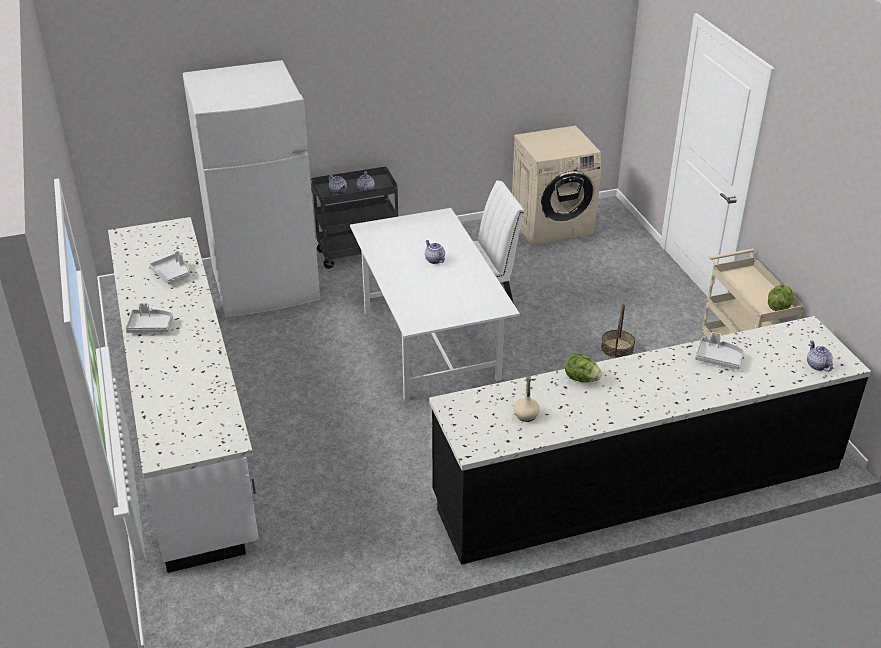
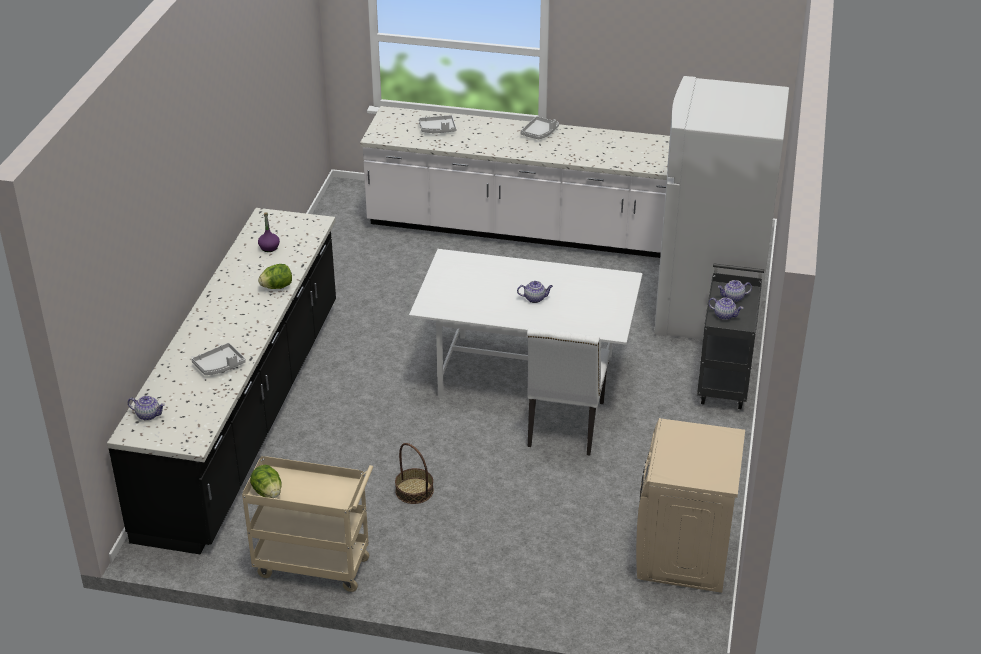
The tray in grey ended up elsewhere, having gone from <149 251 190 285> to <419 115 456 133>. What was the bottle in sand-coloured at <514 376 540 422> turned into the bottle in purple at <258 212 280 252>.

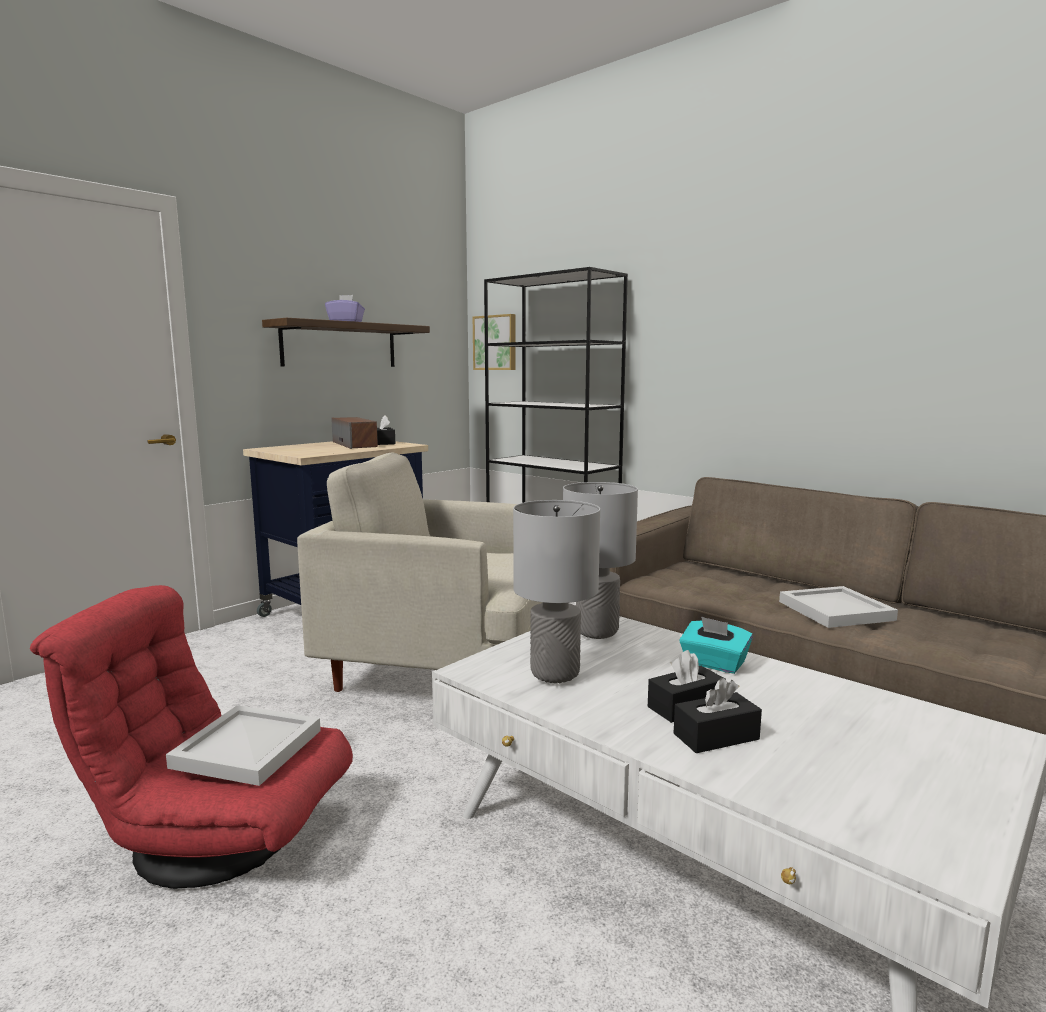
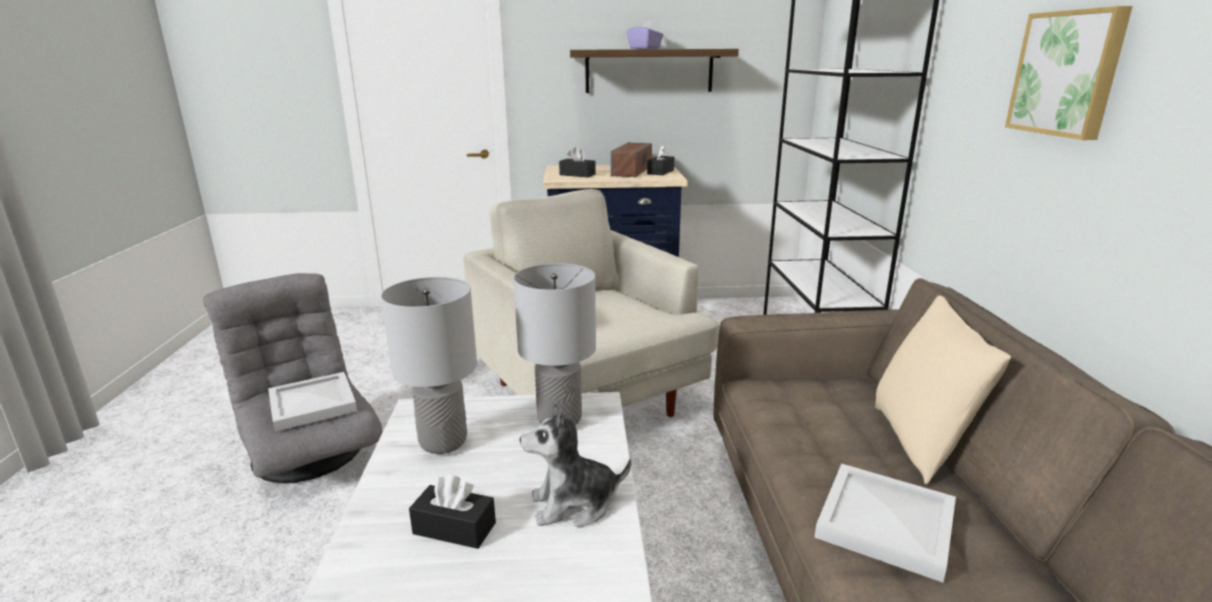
The picture ended up elsewhere, having gone from <473 314 516 370> to <1005 6 1133 140>. What was the lounge chair in red at <30 585 353 889> turned into the lounge chair in grey at <203 273 383 483>. Where the box of tissues in turquoise stood at <679 616 753 674>, the soft toy came to stand at <520 403 631 528>. The box of tissues in blackish ended up elsewhere, having gone from <674 678 762 753> to <559 147 596 177>. The second view gained the throw pillow in sand-coloured at <875 295 1011 484>.

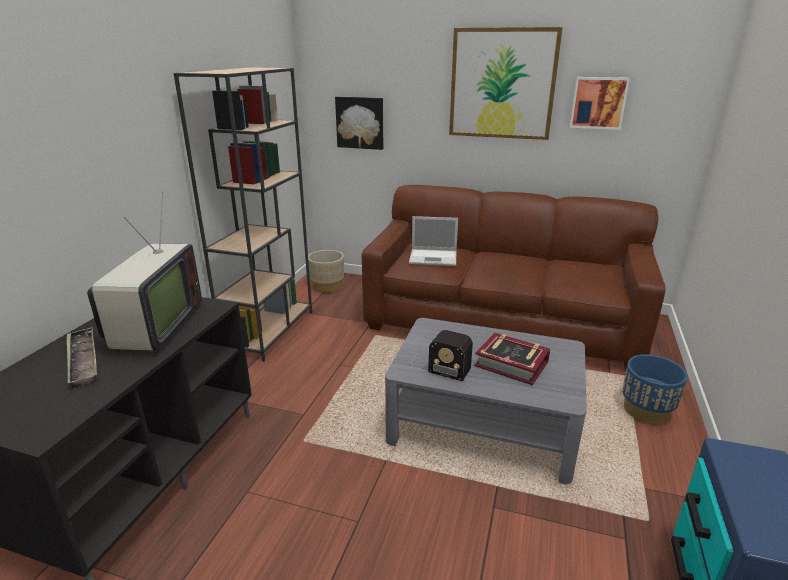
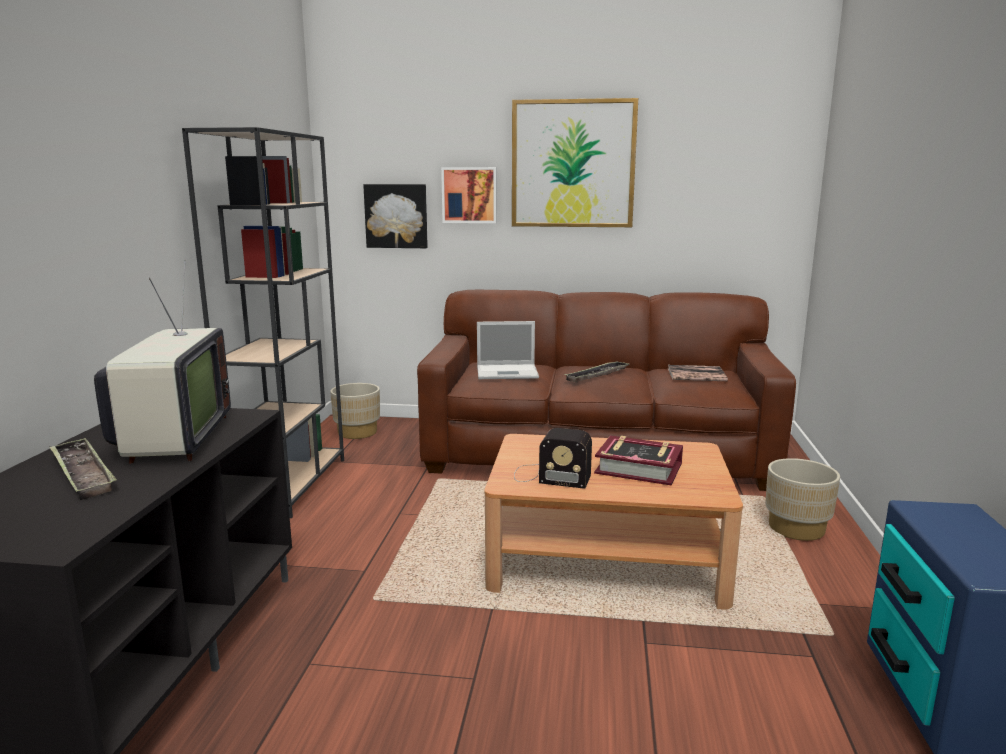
The picture ended up elsewhere, having gone from <570 77 630 130> to <441 167 497 223>. What was the coffee table in grey at <385 318 587 484> turned into the coffee table in brown at <484 434 743 610>. What was the plant pot in bluish at <623 354 688 424> turned into the plant pot in sand-coloured at <766 458 840 541>. The second view gained the tray at <564 362 629 382>. The second view gained the volume at <668 365 728 381>.

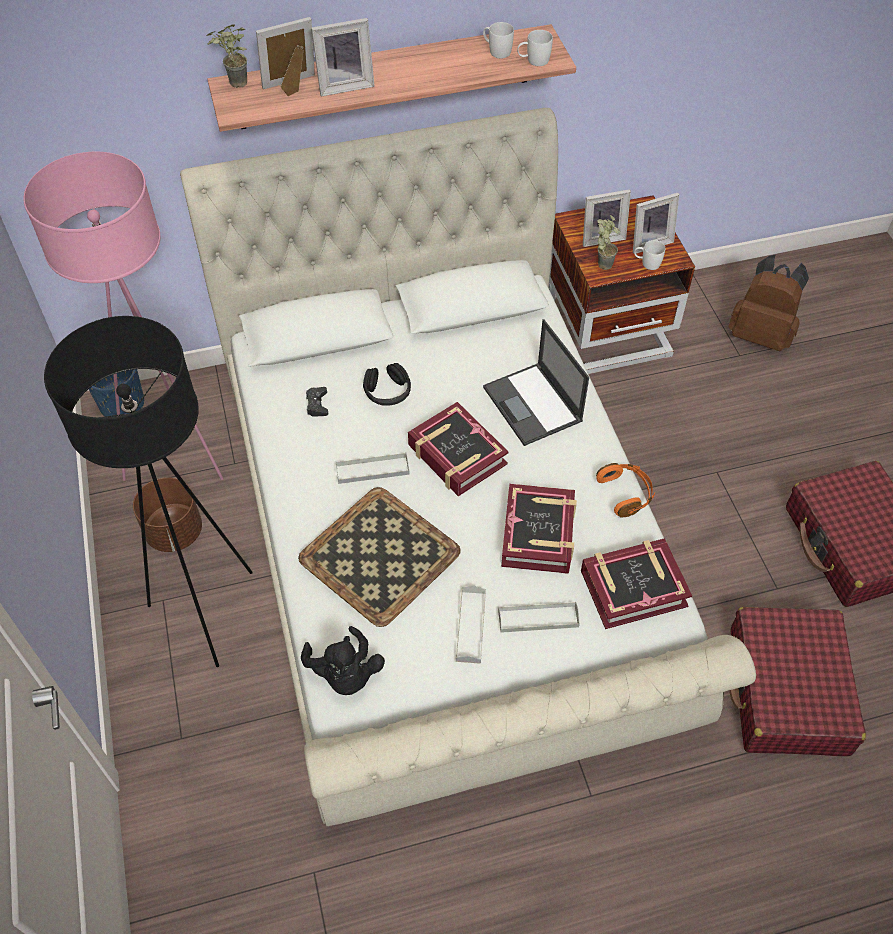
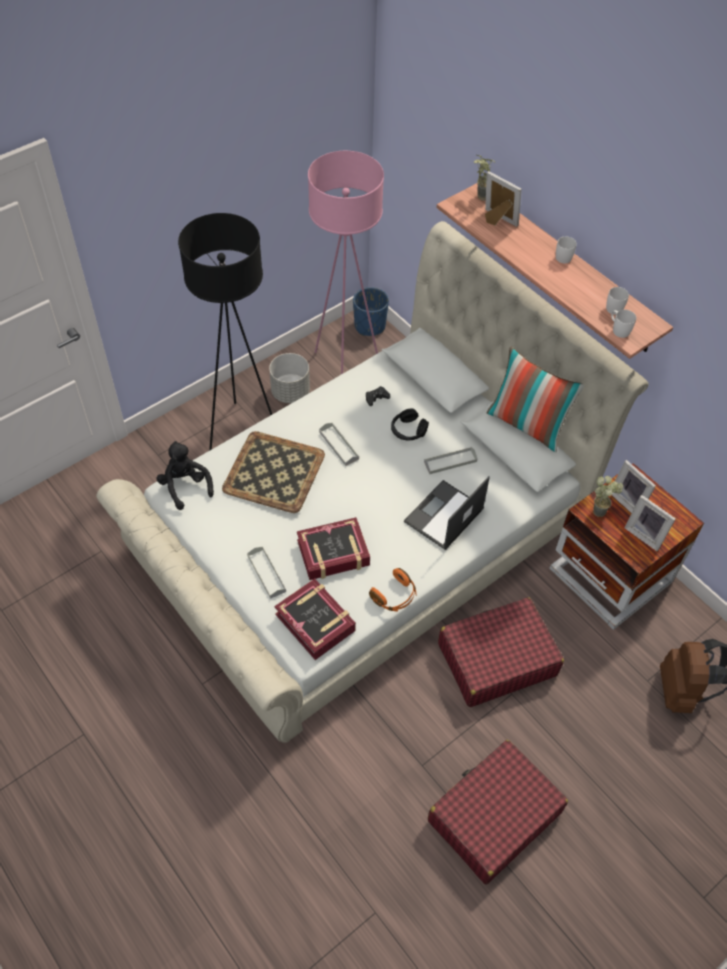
The second view lost the standing frame at <311 18 375 97>. The mug in white-coloured ended up elsewhere, having gone from <634 240 665 270> to <556 237 577 263>. The second view lost the volume at <408 402 508 496>. What was the plant pot in brown at <133 477 202 552> turned into the plant pot in grey at <269 353 310 403>. The tray in grey ended up elsewhere, having gone from <456 586 486 664> to <424 447 478 474>. The travel case in red ended up elsewhere, having gone from <729 607 866 756> to <438 597 564 707>. The soft toy in blackish at <301 626 385 695> ended up facing another way, 105 degrees clockwise from before. The second view gained the throw pillow at <487 347 584 452>.

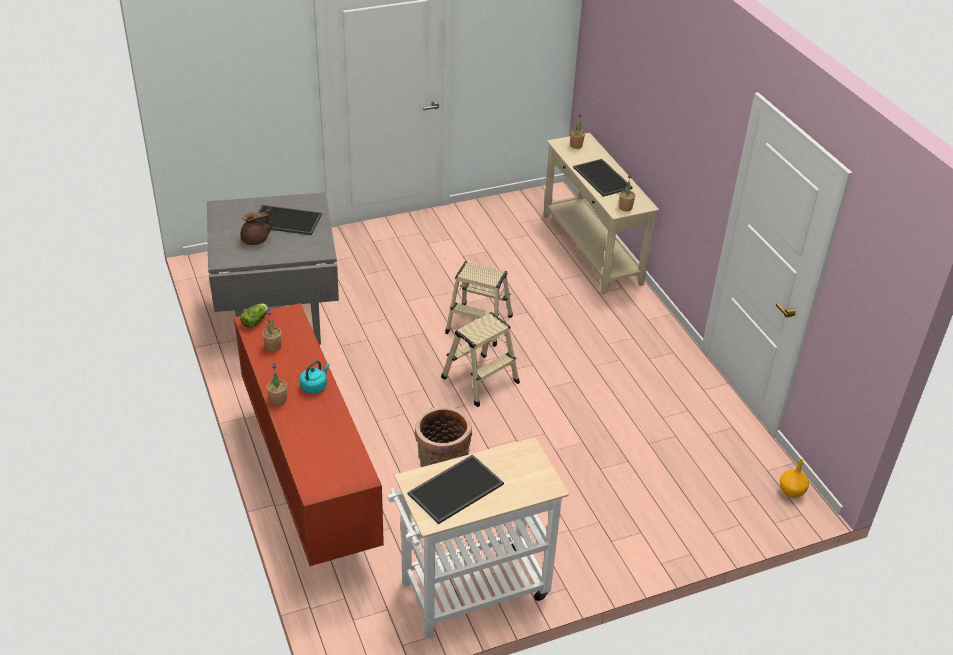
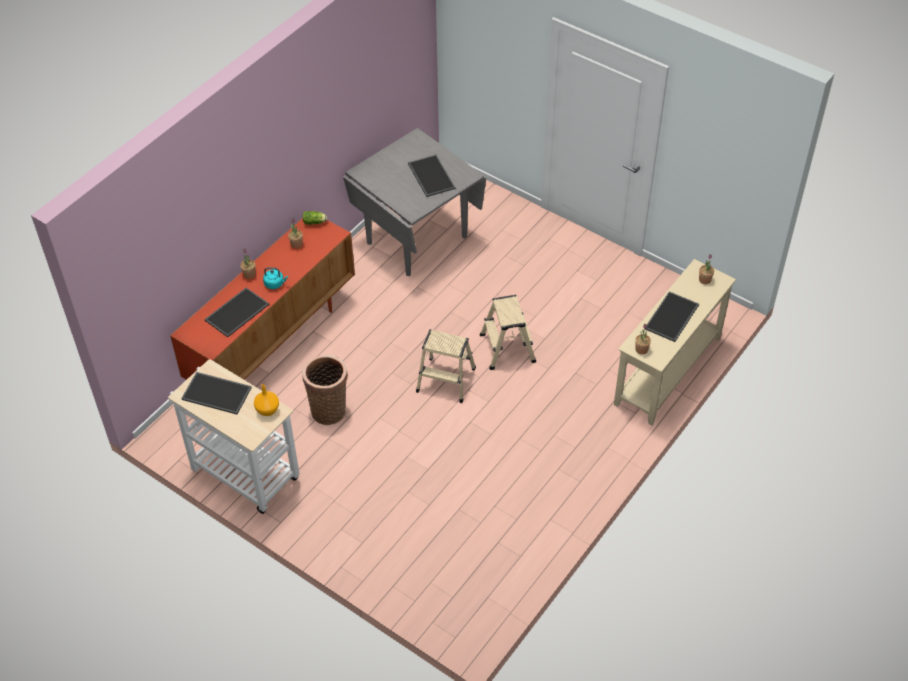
The second view lost the pot for tea in brown at <240 206 273 245>. The flower vase in orange-coloured ended up elsewhere, having gone from <780 459 809 498> to <254 384 279 416>. The second view gained the tray at <204 288 269 337>.

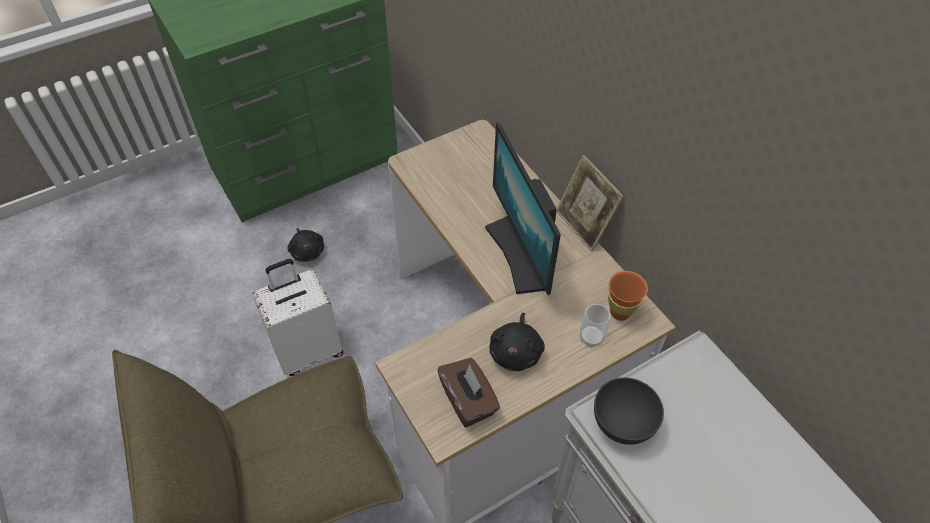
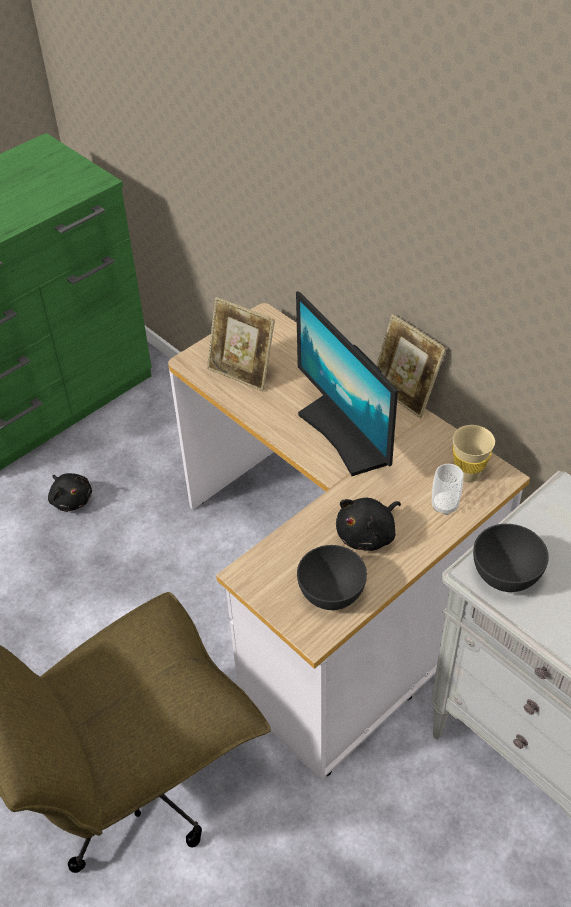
The second view lost the travel case in white-coloured at <253 259 343 376>. What was the cup in orange-coloured at <608 271 648 321> turned into the cup in sand-coloured at <452 425 495 482>. The soft toy in blackish at <489 313 545 371> ended up facing another way, 45 degrees clockwise from before. Where the box of tissues in brown stood at <437 358 500 427>, the bowl in grey came to stand at <297 545 367 610>. The second view gained the standing frame at <207 297 275 391>.

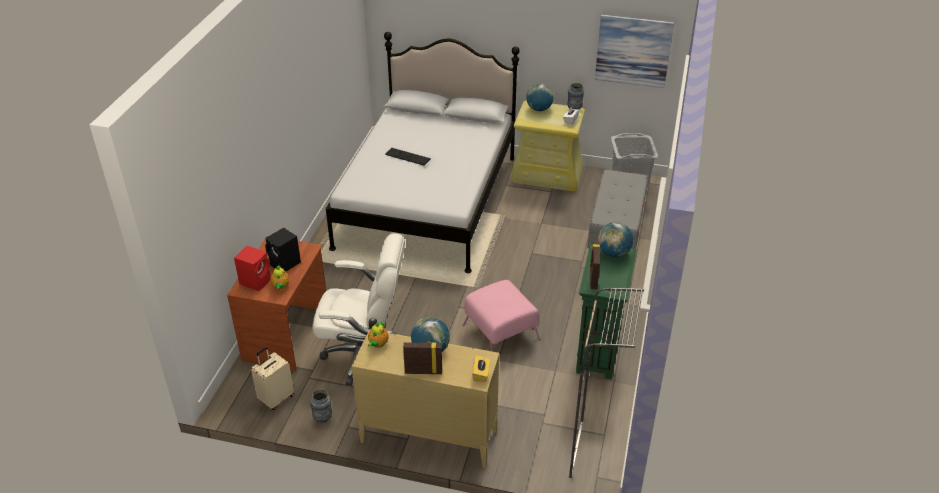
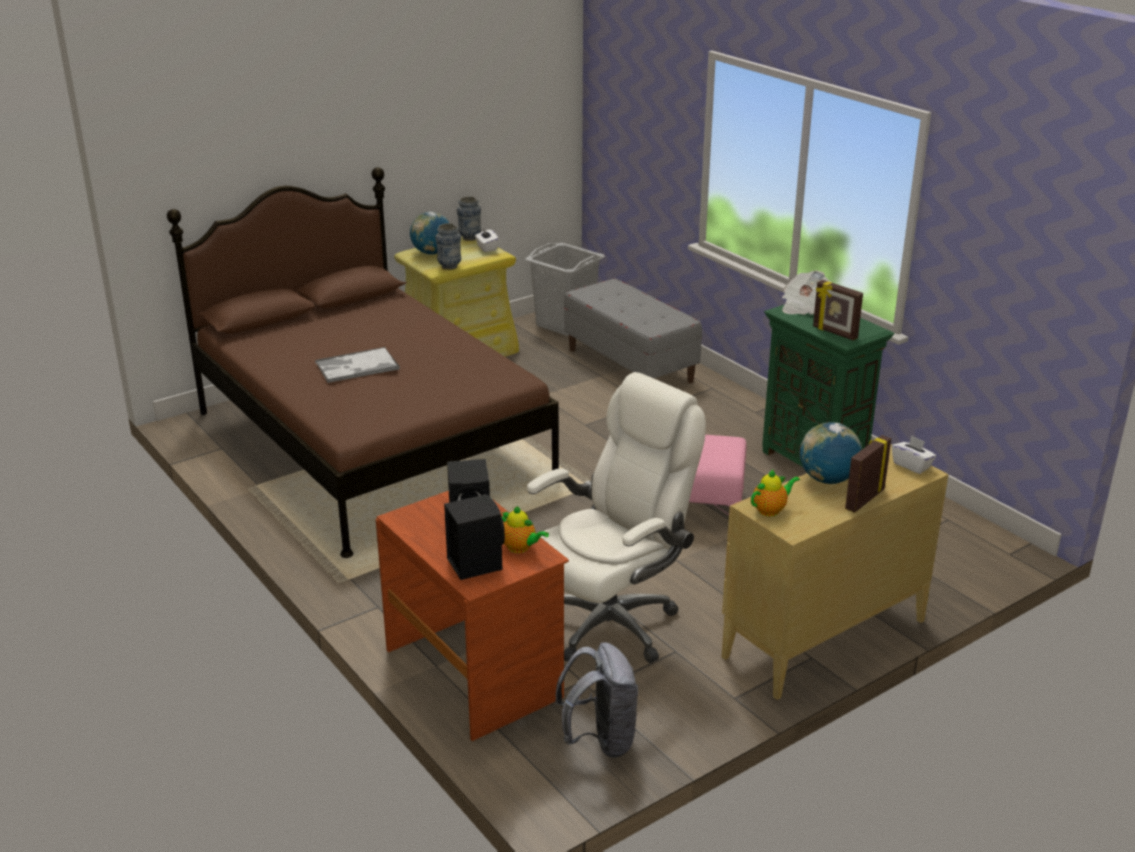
The second view lost the picture at <595 15 674 88>. What was the bed in white-coloured at <326 32 520 273> turned into the bed in brown at <167 167 559 558>. Where the computer keyboard stood at <385 148 431 166>, the tray came to stand at <315 347 400 383>. Where the globe stood at <598 222 633 257>, the printed paper came to stand at <782 271 831 315>. What was the loudspeaker in red at <234 246 271 291> turned into the loudspeaker in blackish at <444 494 505 580>. The second view lost the garment rack in grey at <569 288 644 478>. The pot for tea at <368 322 389 348> ended up facing another way, 90 degrees counterclockwise from before. Where the travel case in sand-coloured stood at <251 347 294 410>, the rucksack in grey came to stand at <555 642 638 758>. What was the box of tissues in yellow-coloured at <472 355 490 382> turned into the box of tissues in white-coloured at <892 435 936 474>. The flower vase ended up elsewhere, having gone from <310 389 332 423> to <435 223 461 270>.

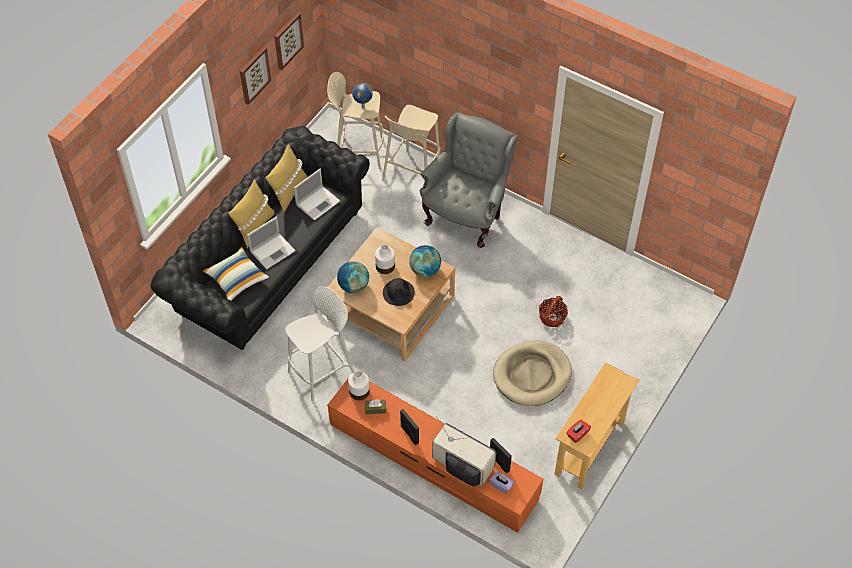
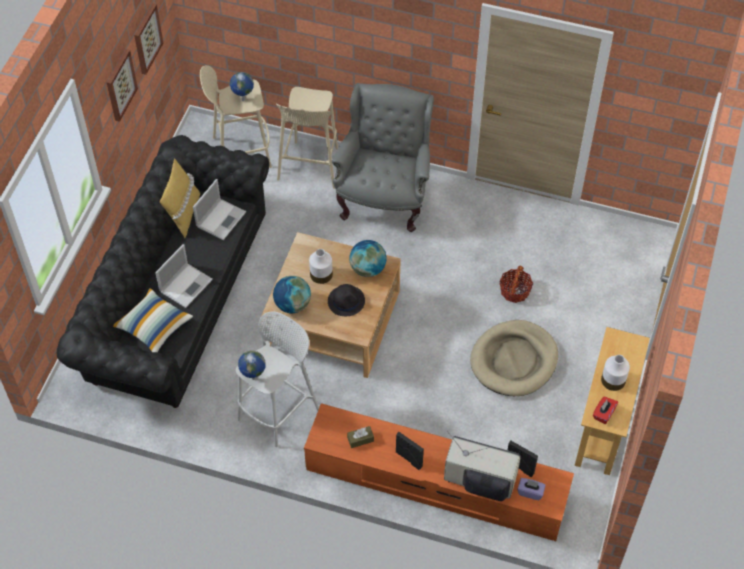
The second view lost the throw pillow in yellow-coloured at <228 179 274 248>. The flower vase in white-coloured ended up elsewhere, having gone from <348 371 370 400> to <601 355 630 391>. The second view gained the globe at <238 351 266 380>.

